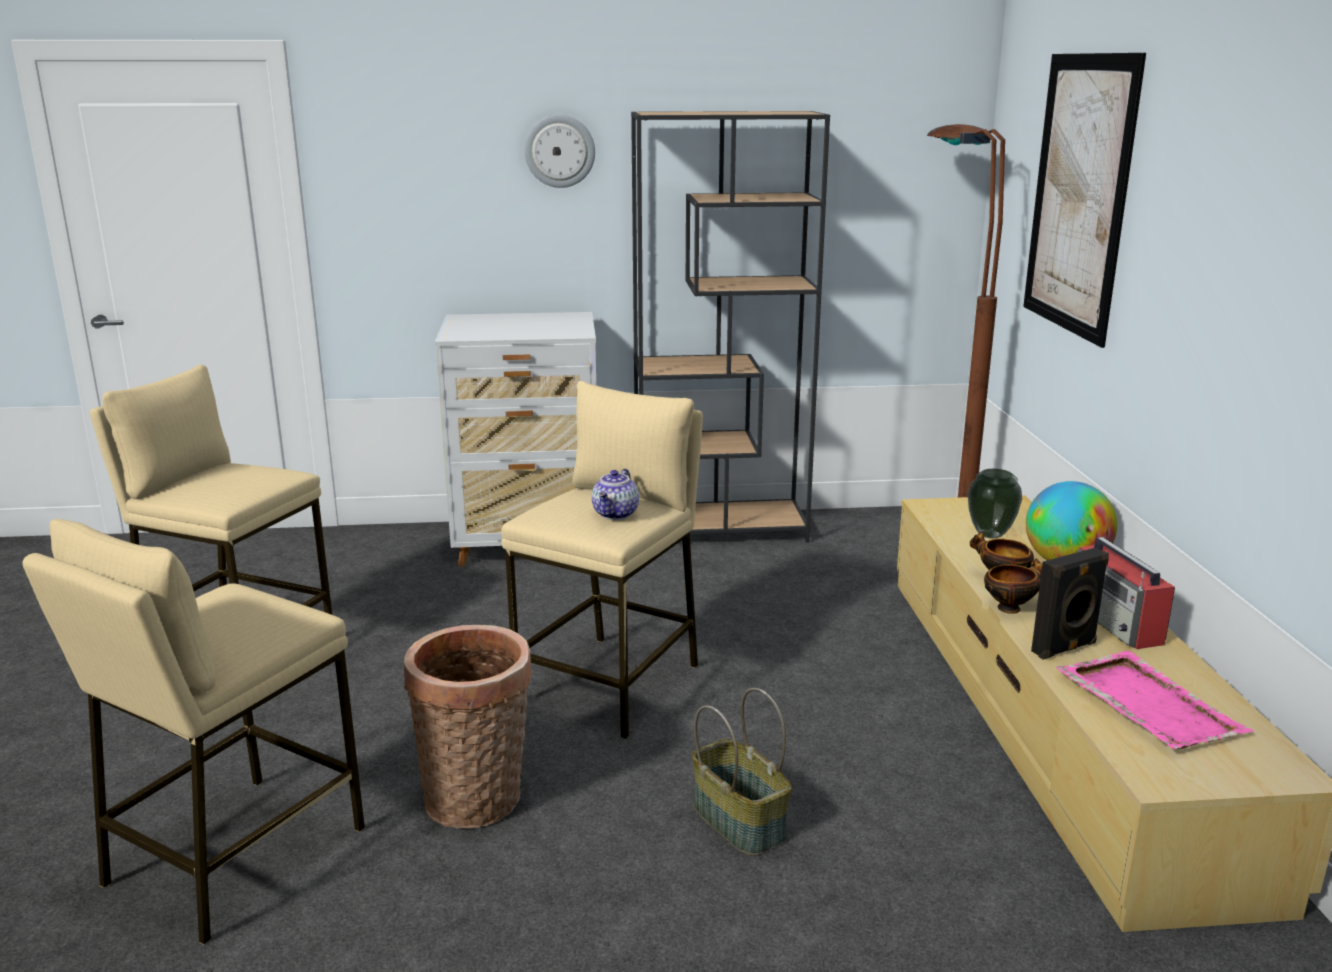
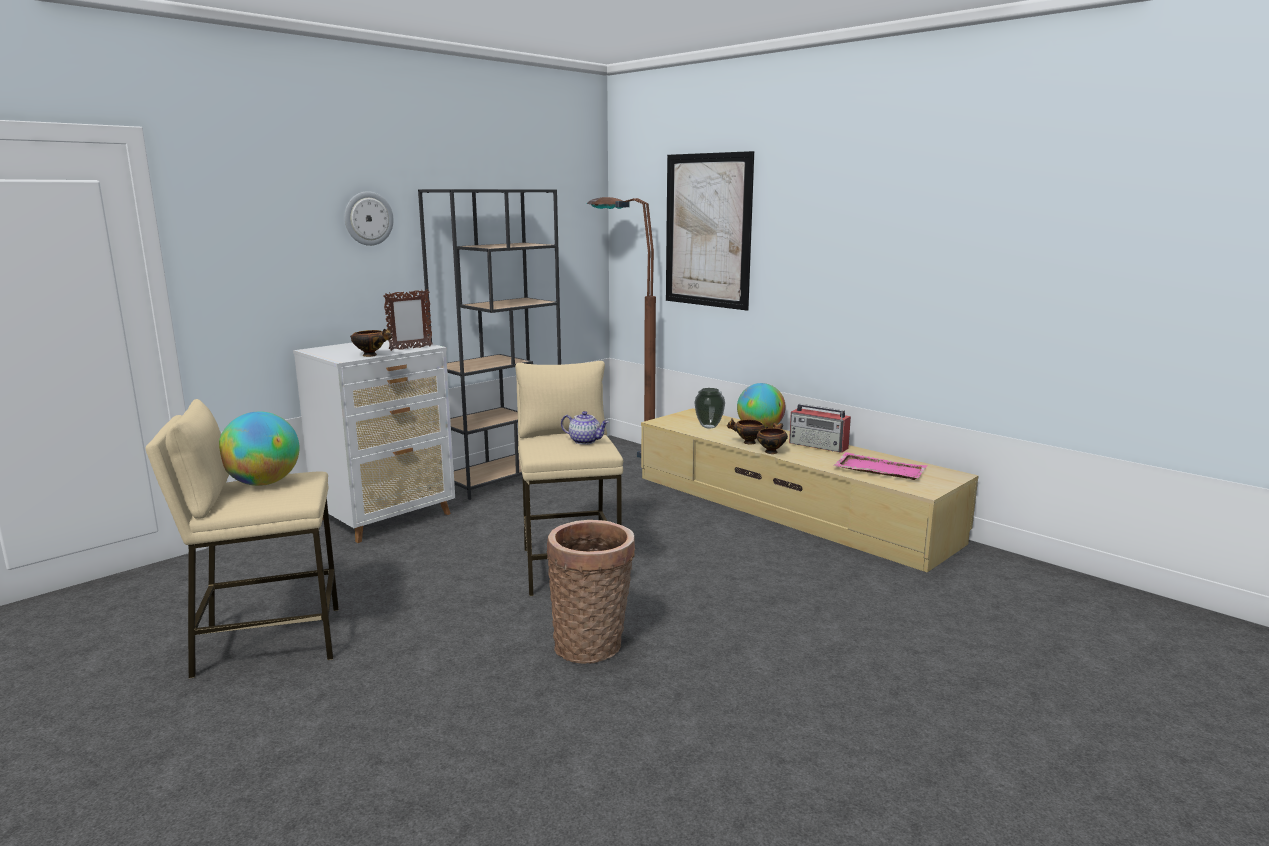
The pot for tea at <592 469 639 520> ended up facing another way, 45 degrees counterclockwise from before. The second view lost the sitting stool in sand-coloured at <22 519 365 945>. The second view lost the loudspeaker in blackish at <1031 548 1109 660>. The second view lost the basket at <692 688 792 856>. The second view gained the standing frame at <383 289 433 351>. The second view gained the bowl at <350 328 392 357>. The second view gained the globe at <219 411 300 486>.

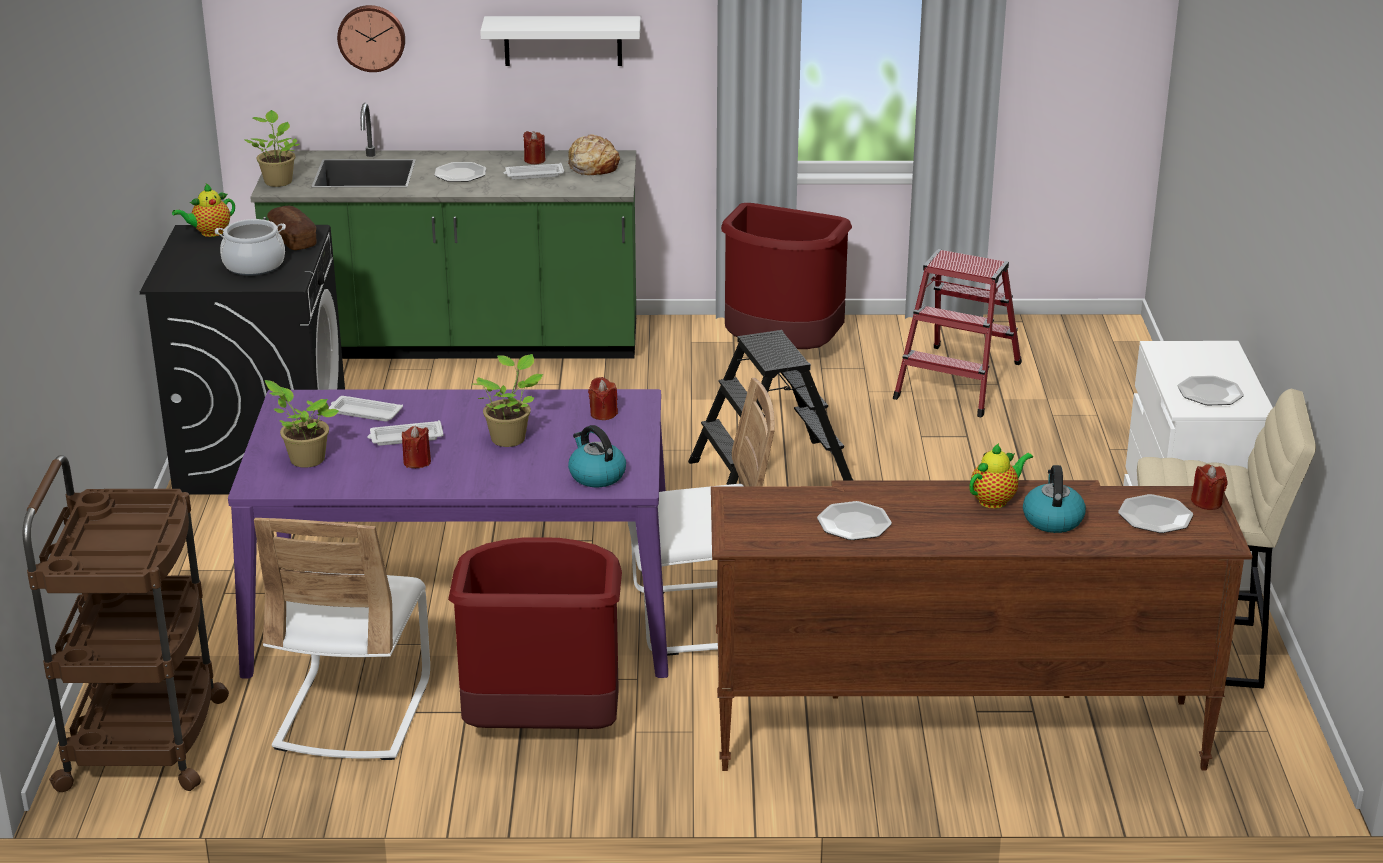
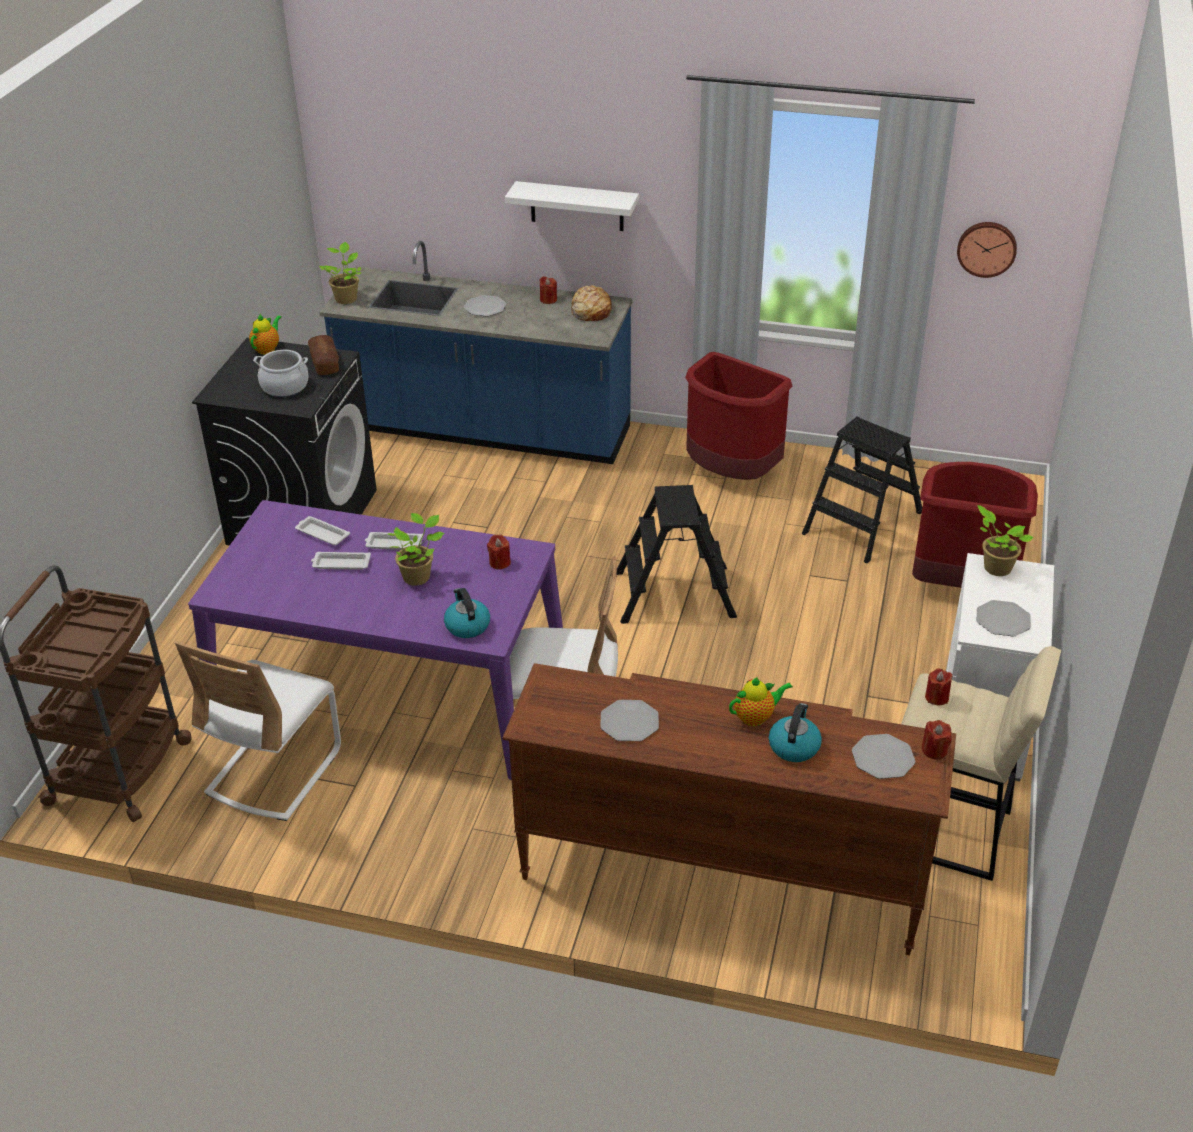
The wall clock ended up elsewhere, having gone from <337 5 405 72> to <957 222 1017 278>. What was the kitchen counter in green at <250 103 636 359> turned into the kitchen counter in bluish at <319 241 633 464>. The tray in white-coloured ended up elsewhere, having gone from <504 163 564 180> to <365 532 423 550>. The pot for tea at <172 184 235 237> ended up facing another way, 135 degrees clockwise from before. What was the stepladder in red at <893 249 1022 417> turned into the stepladder in blackish at <802 417 922 563>. The houseplant ended up elsewhere, having gone from <265 380 339 468> to <977 505 1034 576>. The candle in red ended up elsewhere, having gone from <402 426 431 468> to <925 668 952 705>. The trash can in red ended up elsewhere, having gone from <448 537 622 729> to <912 462 1038 588>.

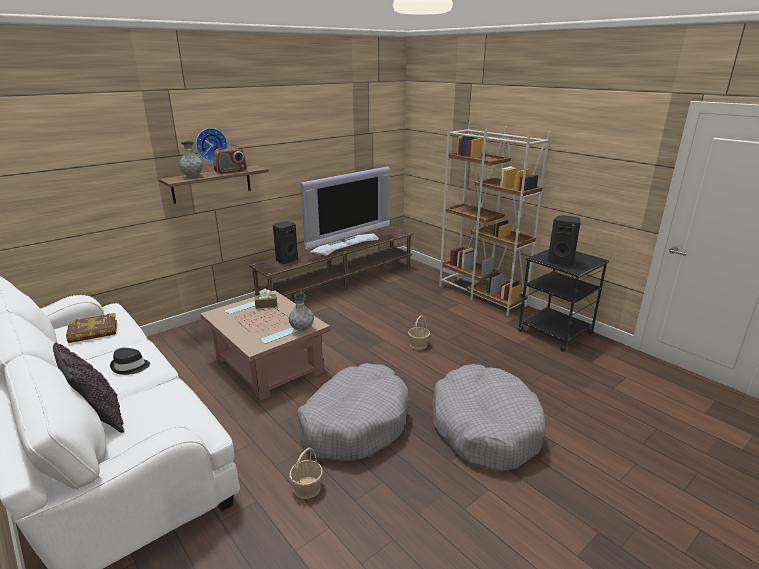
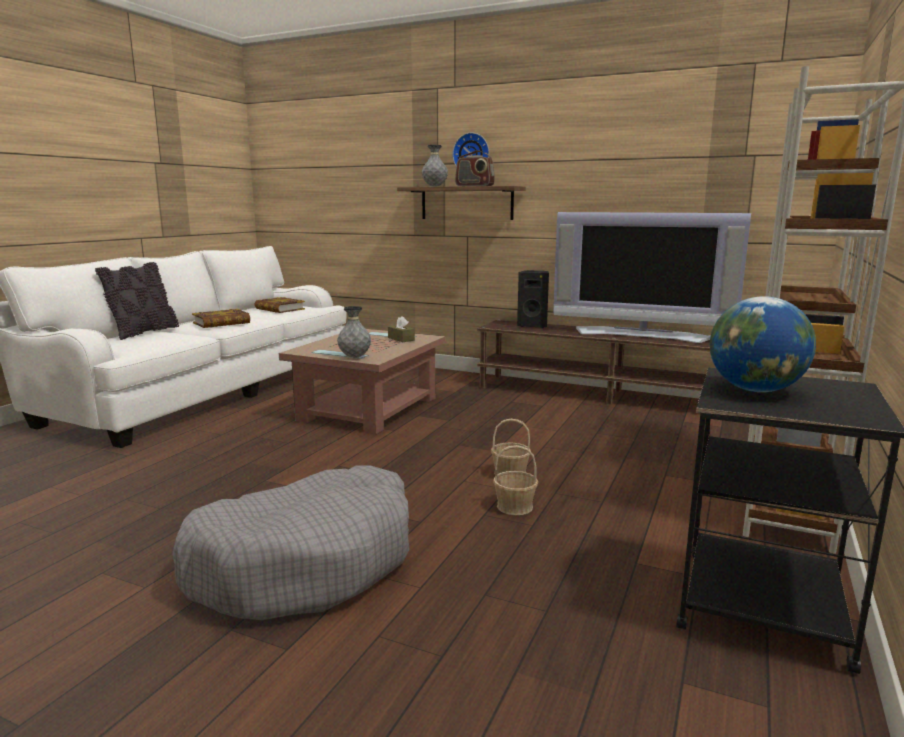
Where the loudspeaker in blackish stood at <548 215 581 266>, the globe came to stand at <710 296 816 392>. Where the hat in blackish stood at <110 348 150 375>, the volume came to stand at <192 309 250 328>. The second view lost the pet bed in grey at <297 363 410 461>. The basket ended up elsewhere, having gone from <289 448 323 499> to <493 445 538 515>.

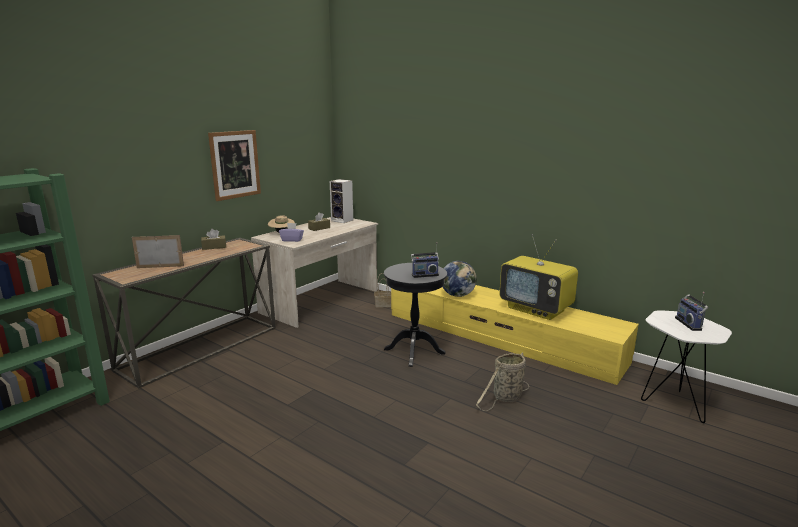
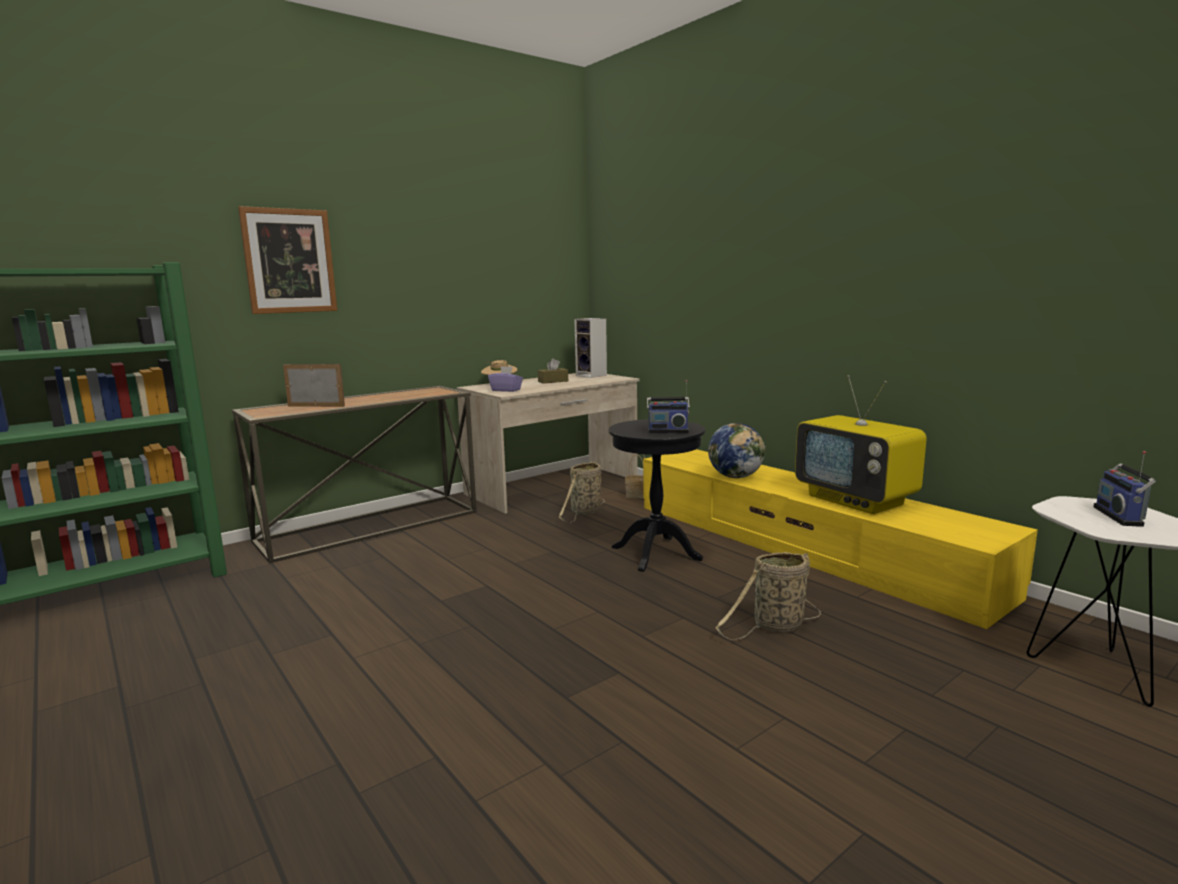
The picture ended up elsewhere, having gone from <208 130 261 201> to <238 206 337 314>. The second view lost the box of tissues in brown at <201 229 226 250>. The second view gained the basket at <559 462 605 523>.

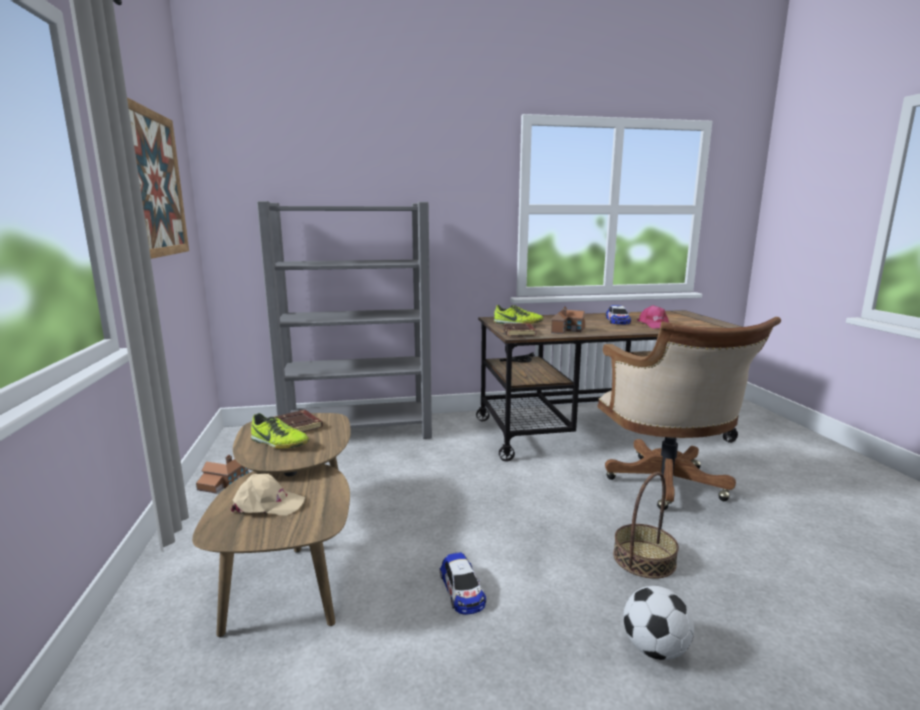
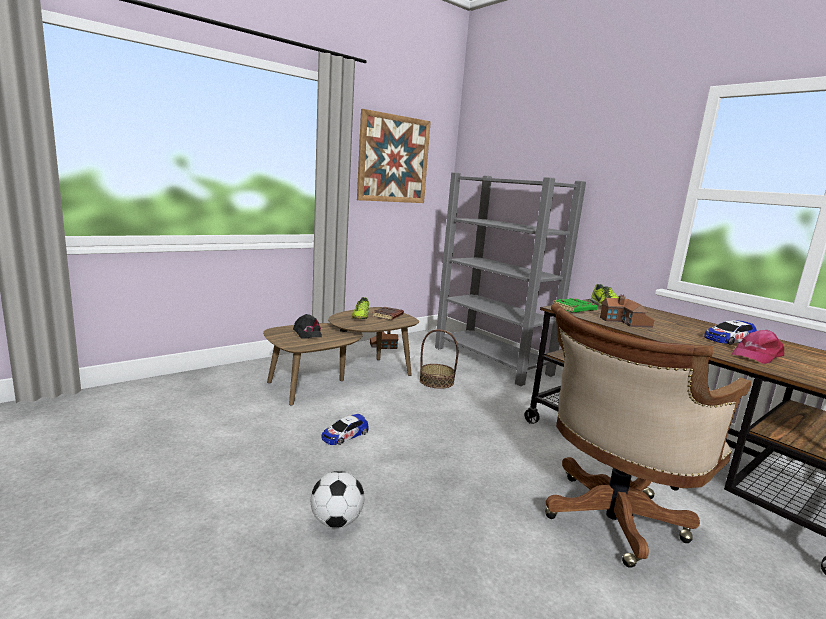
What was the volume in brown at <504 323 537 336> turned into the volume in green at <553 298 598 312>. The basket ended up elsewhere, having gone from <613 472 679 579> to <419 329 458 389>. What was the cap in sand-coloured at <231 474 305 516> turned into the cap in blackish at <293 314 322 339>.

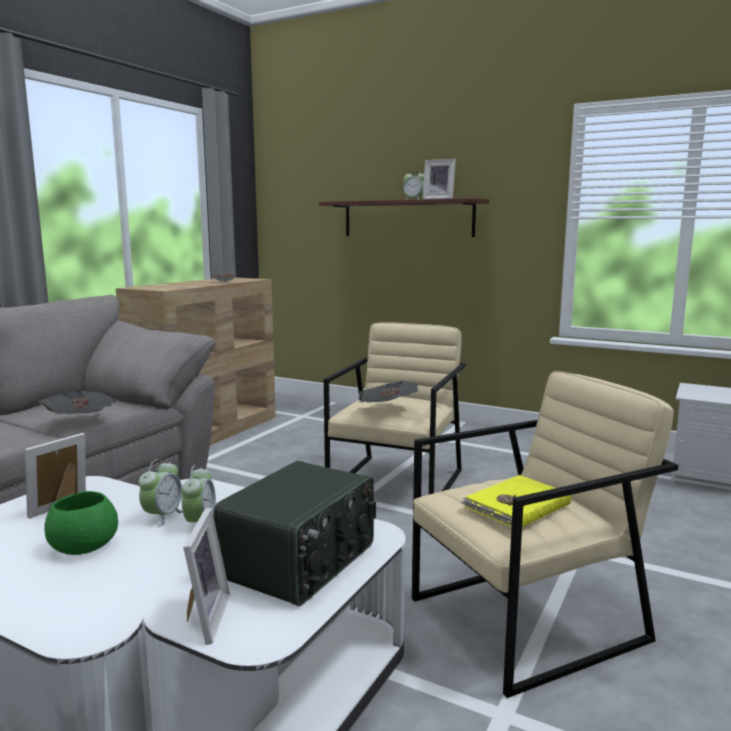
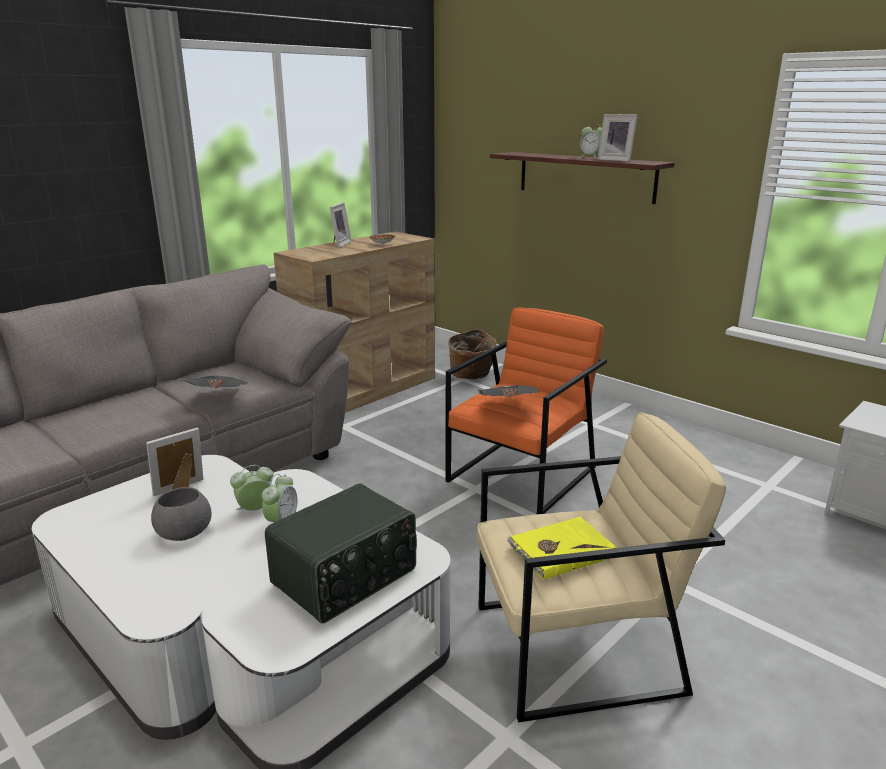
What was the lounge chair in sand-coloured at <324 322 466 494> turned into the lounge chair in orange-coloured at <445 308 607 514>. The table clock at <138 459 183 527> ended up facing another way, 150 degrees counterclockwise from before. What was the bowl in green at <44 491 118 555> turned into the bowl in grey at <151 487 212 541>. The standing frame ended up elsewhere, having gone from <183 508 230 645> to <329 202 352 248>. The second view gained the basket at <448 329 497 379>.

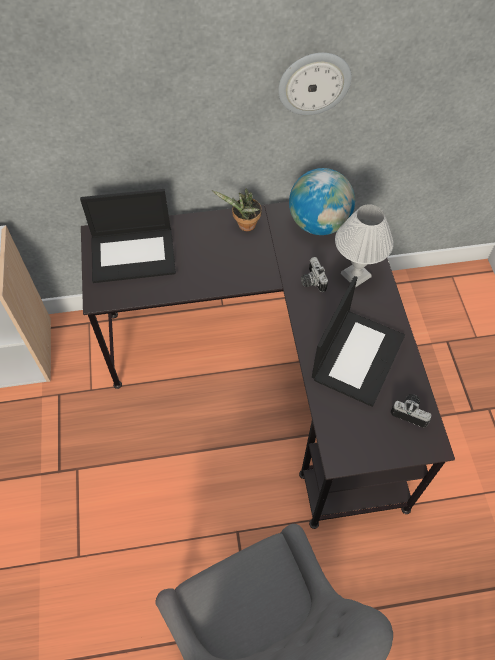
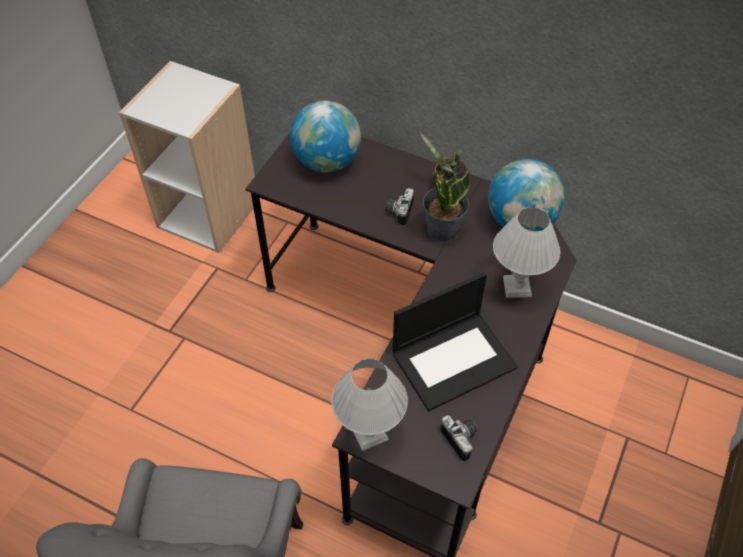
The second view lost the wall clock at <278 53 352 115>. Where the portable computer stood at <80 189 176 283>, the globe came to stand at <290 101 361 173>. The photo camera ended up elsewhere, having gone from <301 257 328 292> to <386 188 414 226>. The second view gained the houseplant at <423 171 471 243>. The second view gained the tabletop lamp in white-coloured at <331 359 408 451>.

